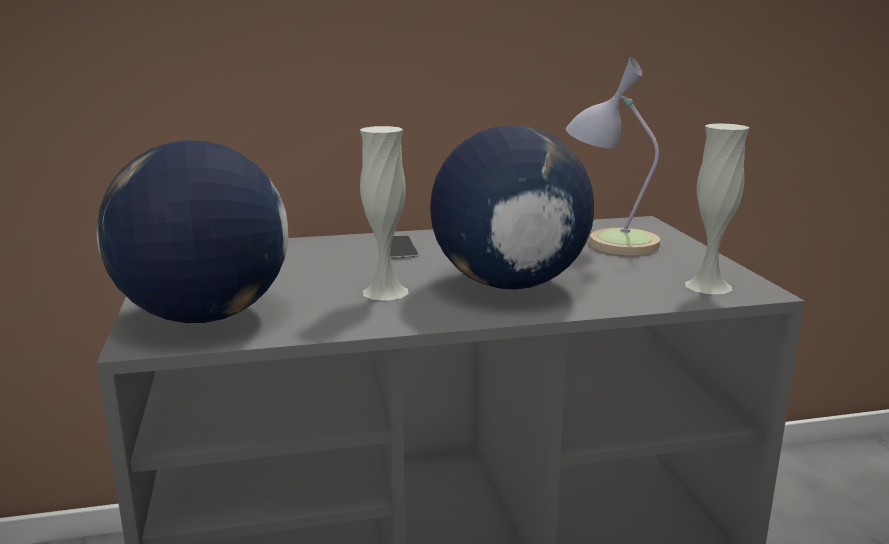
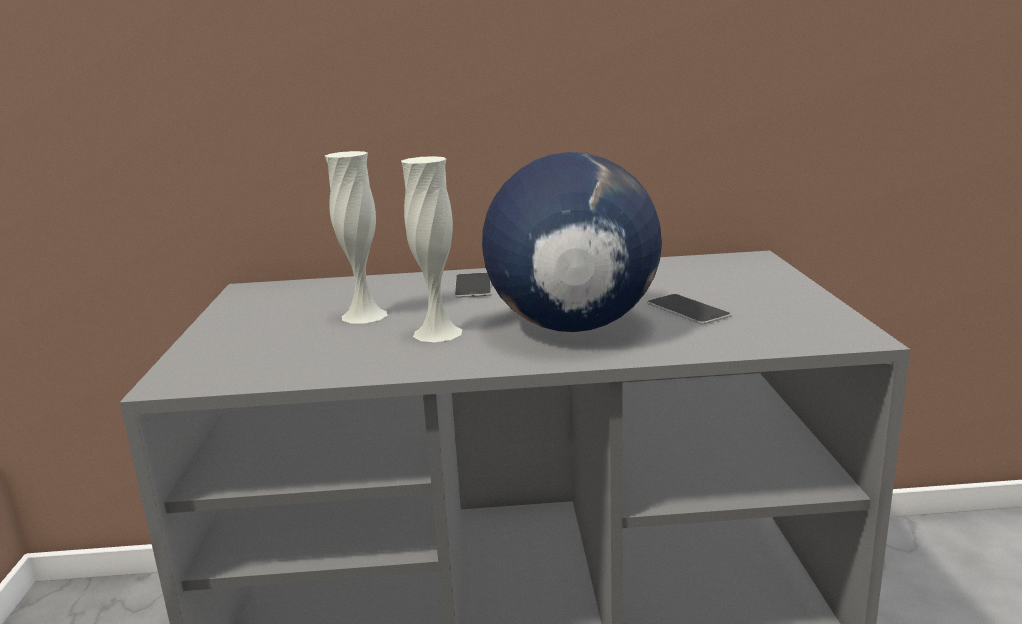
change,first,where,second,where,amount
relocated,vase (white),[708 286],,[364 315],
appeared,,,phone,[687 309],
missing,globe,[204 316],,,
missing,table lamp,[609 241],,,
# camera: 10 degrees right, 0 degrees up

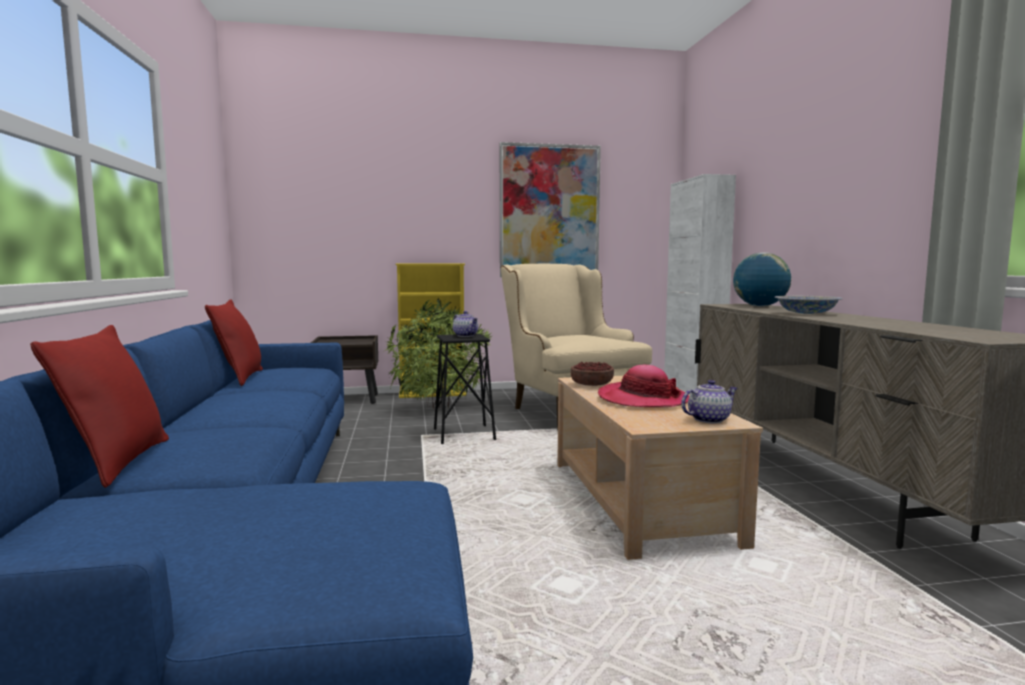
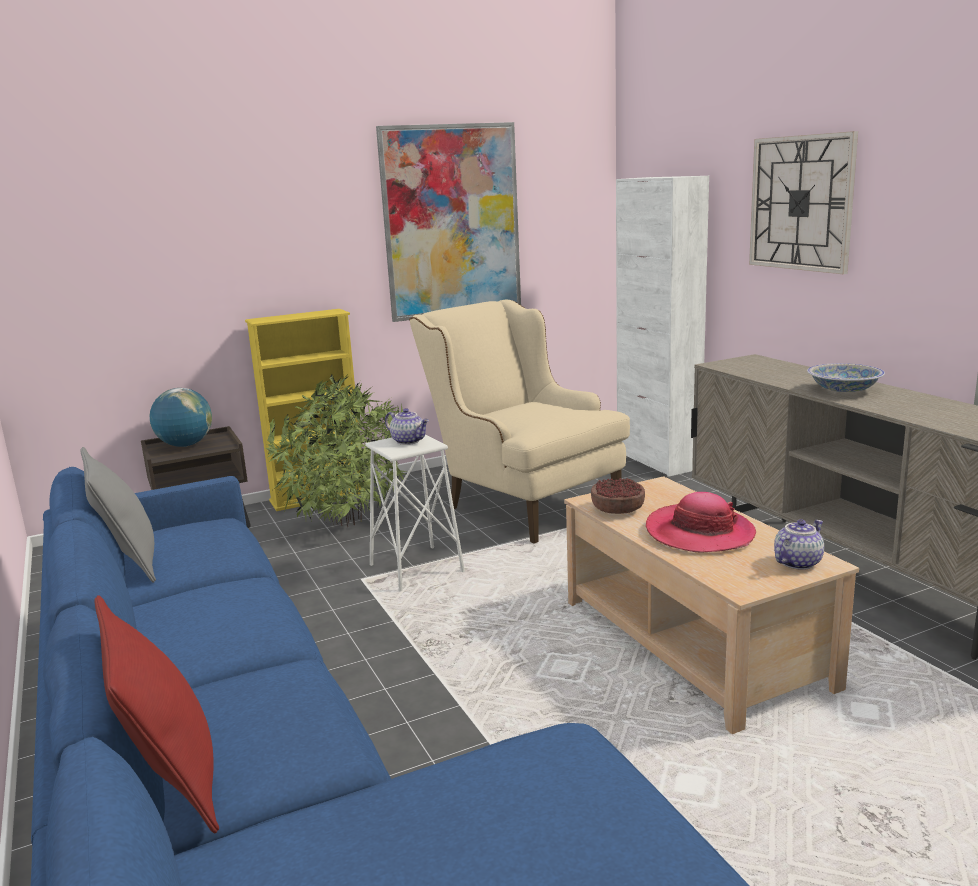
change,first,where,second,where,amount
colour,pillow (red),[240 378],pillow (grey),[129 563],
relocated,globe,[760 306],,[185 445],
colour,stool (black),[464 434],stool (white),[417 568],
appeared,,,wall clock,[801 203],
# camera: 15 degrees left, 10 degrees up

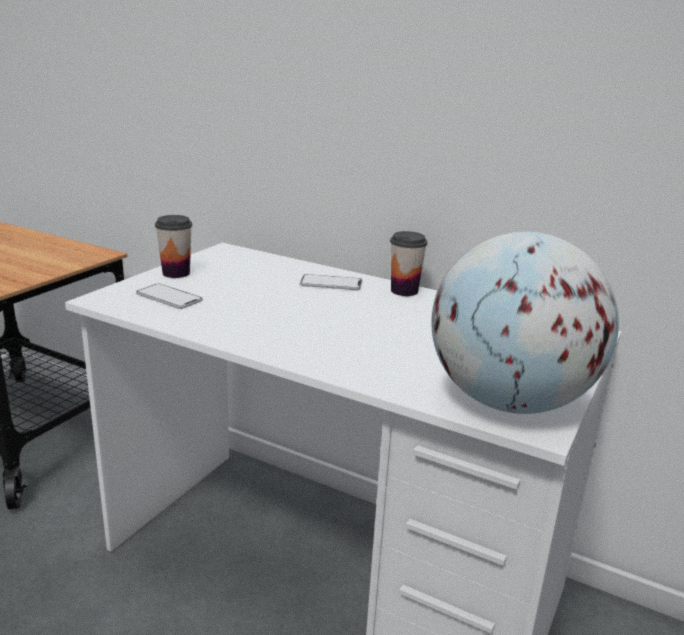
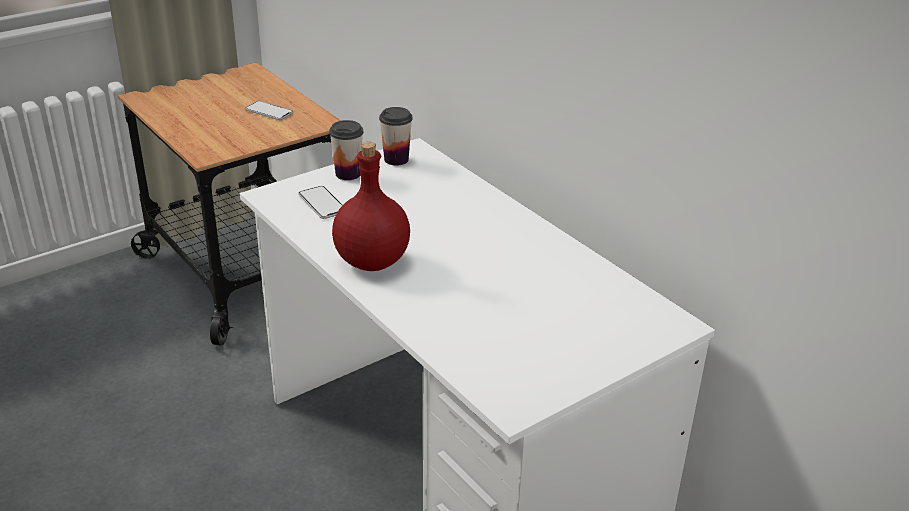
change,first,where,second,where,amount
relocated,phone,[331 284],,[269 111],
appeared,,,bottle (red),[370 262],
relocated,cup,[404 291],,[396 159],
missing,globe,[509 401],,,
# camera: 25 degrees right, 10 degrees up

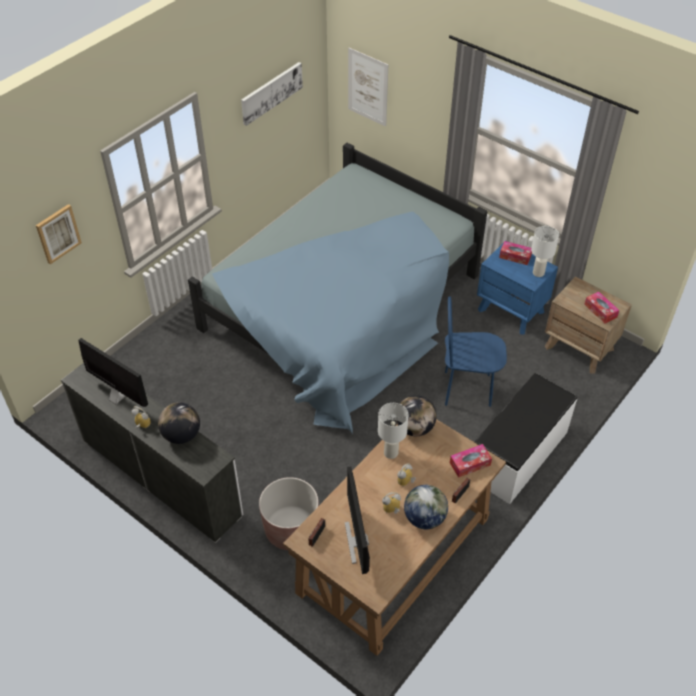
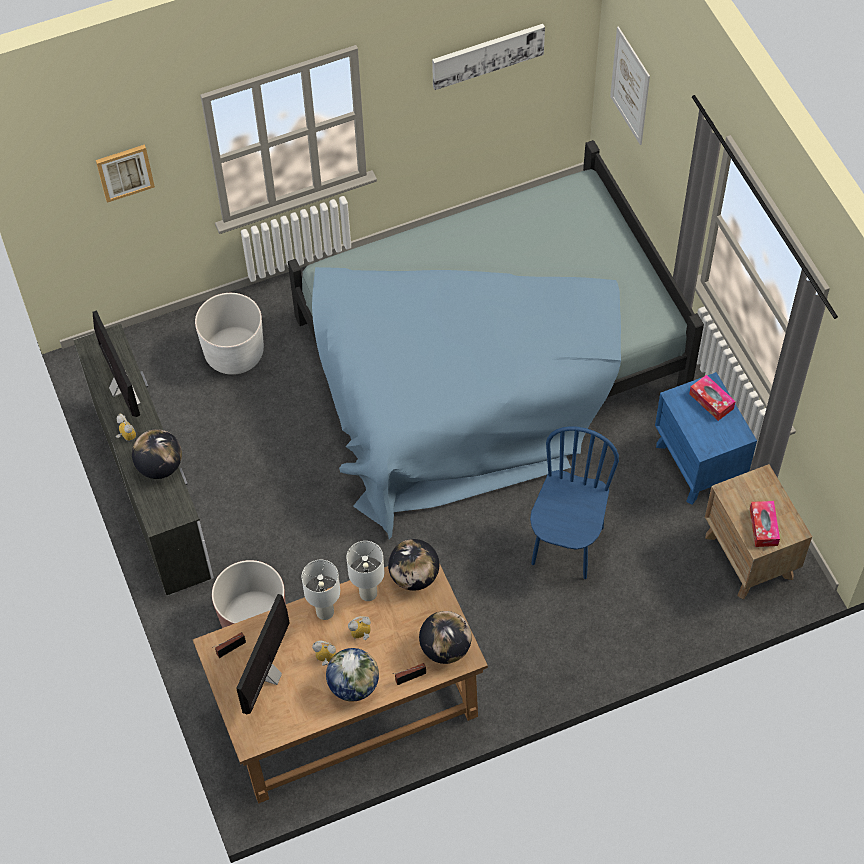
change,first,where,second,where,amount
appeared,,,planter (white),[234 353],
relocated,table lamp (white),[538 273],,[324 612],
exchanged,tissue box,[470 464],globe,[445 648],
spun,chair (blue),[467 389],,[566 545],75 degrees clockwise
missing,bench (white),[519 455],,,
# camera: 30 degrees right, 10 degrees up

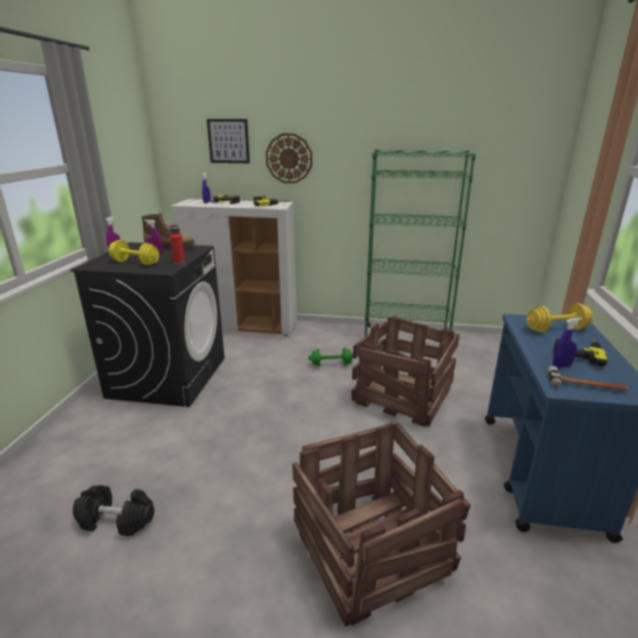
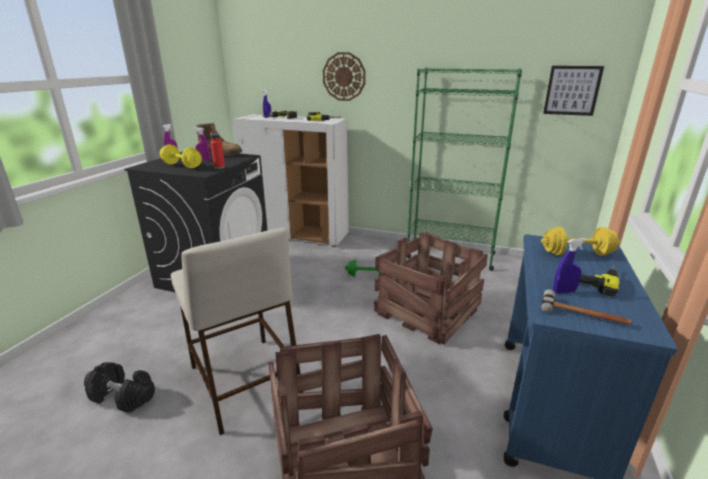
change,first,where,second,where,amount
appeared,,,stool (beige),[244 380],
relocated,picture,[228 141],,[572 90],
# camera: 10 degrees right, 0 degrees up

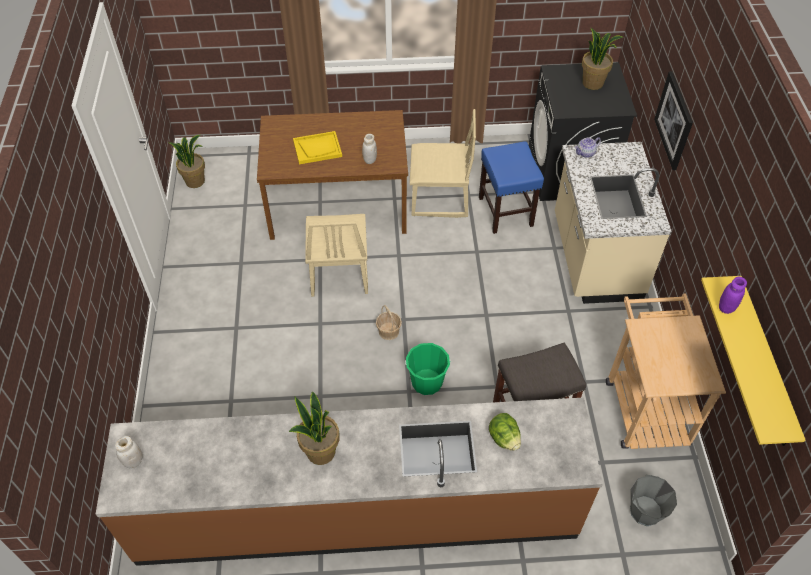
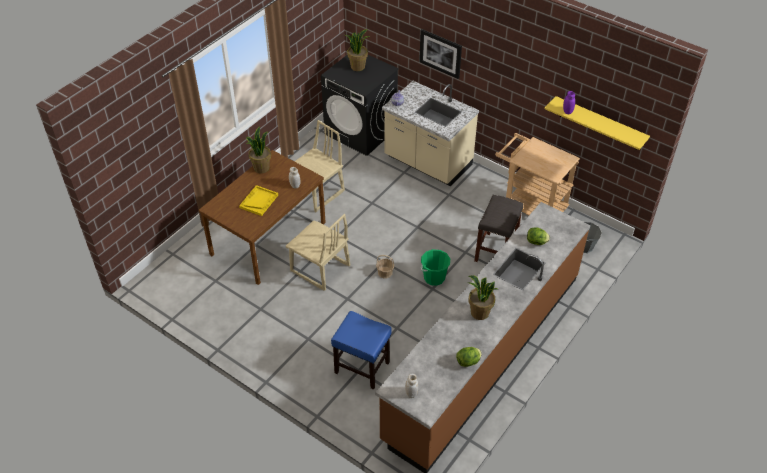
change,first,where,second,where,amount
relocated,potted plant,[195 181],,[261 168],
relocated,stool (blue),[506 212],,[363 367],
appeared,,,lettuce,[468 361],
# camera: 50 degrees left, 5 degrees down

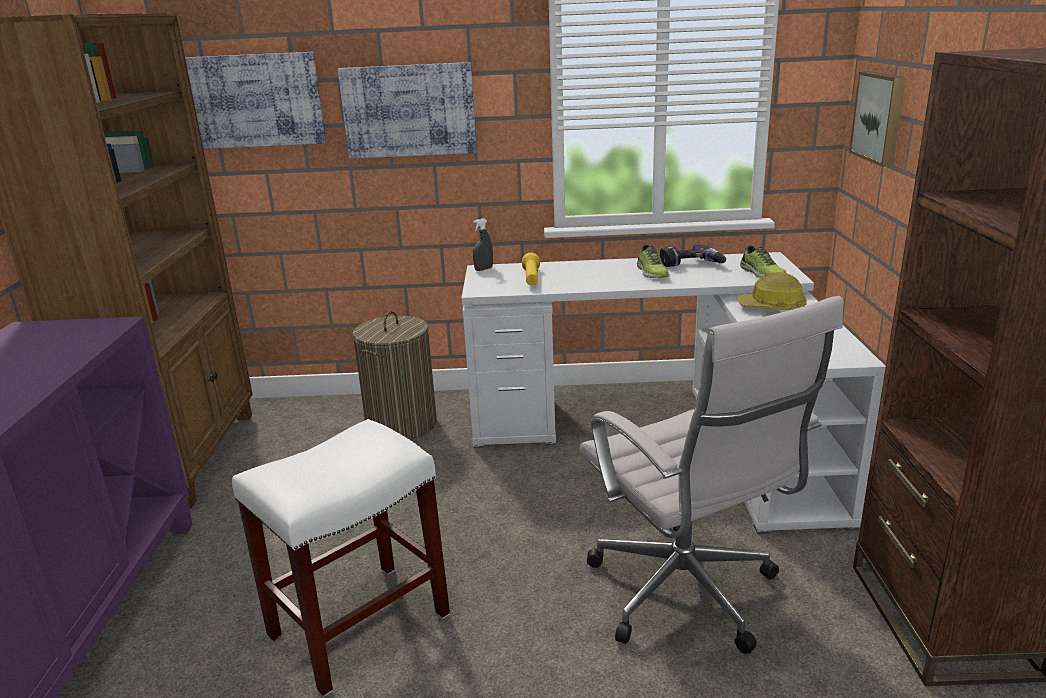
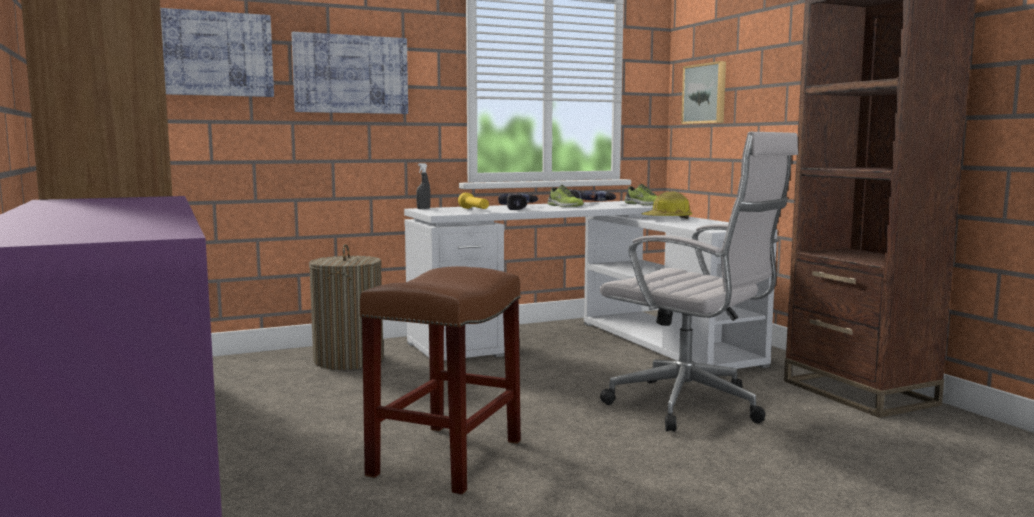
change,first,where,second,where,amount
colour,stool (white),[360 623],stool (brown),[446 457],
appeared,,,power drill,[520 208],
# camera: 25 degrees left, 15 degrees down

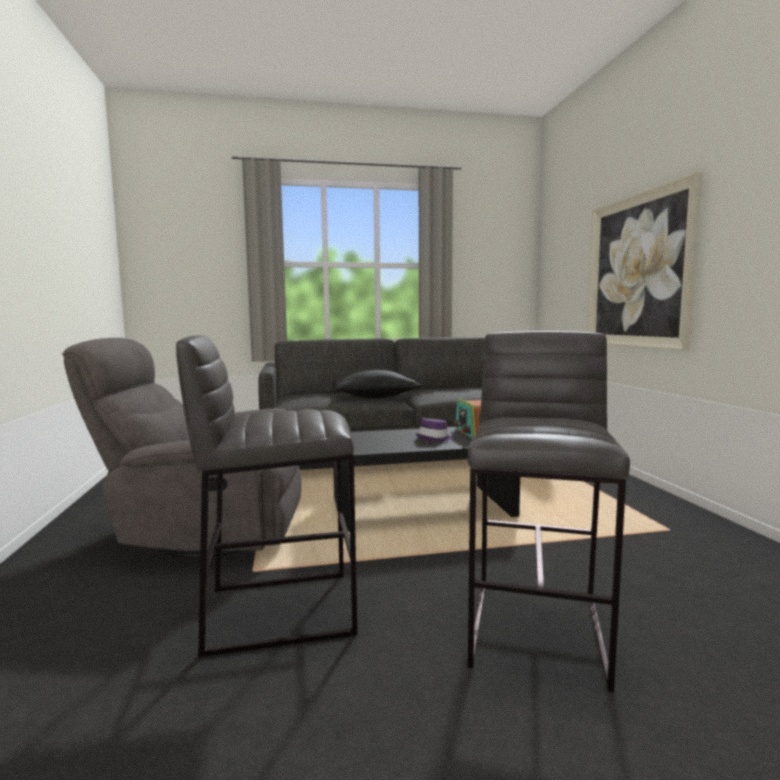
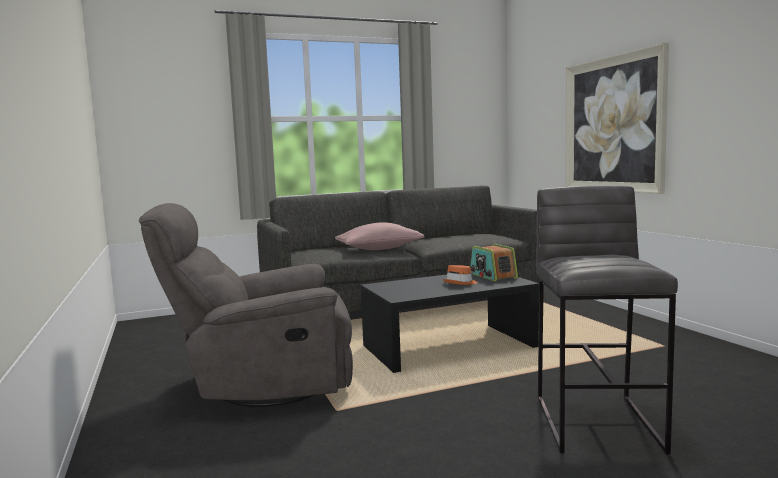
change,first,where,second,where,amount
colour,pillow (black),[375 397],pillow (pink),[379 249],
colour,hat (purple),[435 438],hat (orange),[461 283],
missing,stool (grey),[279 609],,,
# camera: 10 degrees left, 0 degrees up

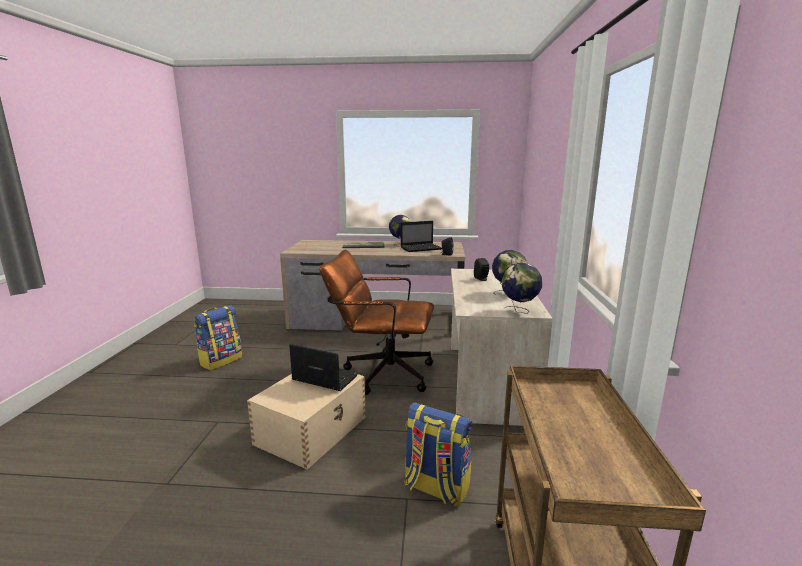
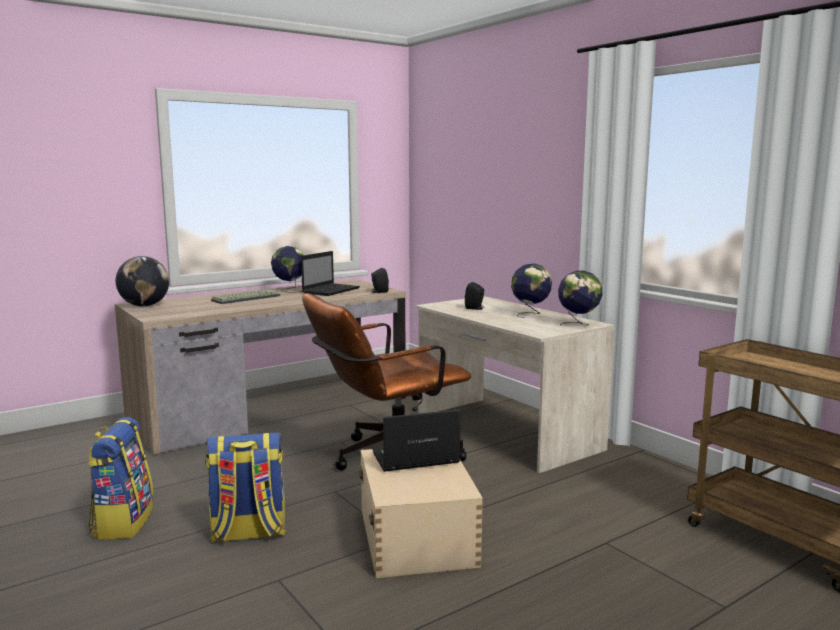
change,first,where,second,where,amount
appeared,,,globe,[144 306],
relocated,backpack,[435 488],,[248 533],
# camera: 40 degrees left, 5 degrees down

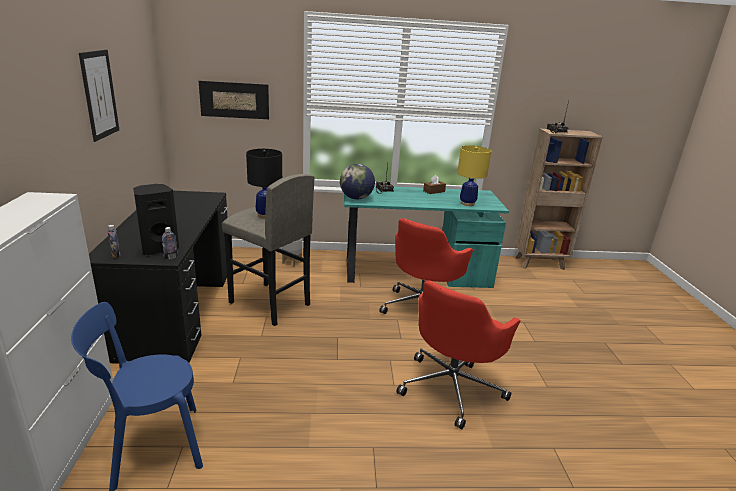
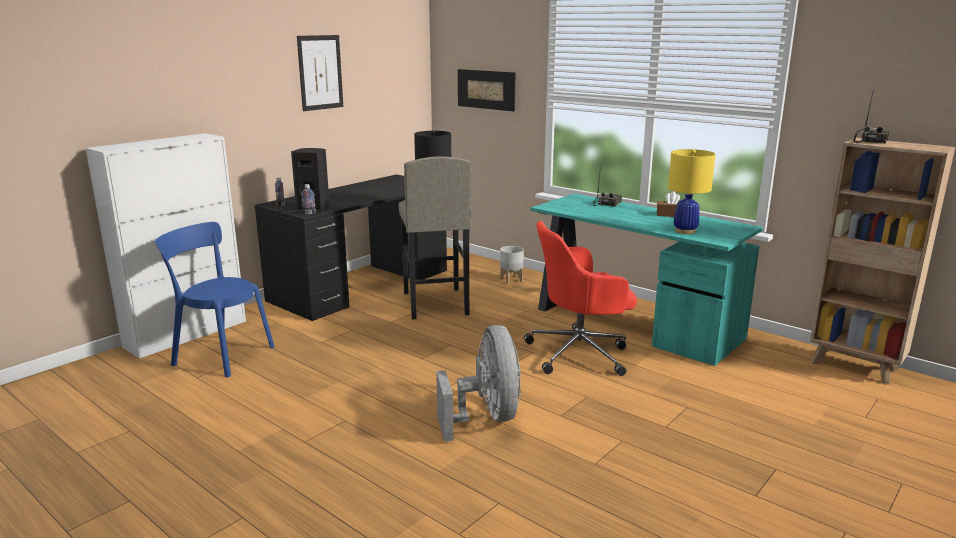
change,first,where,second,where,amount
exchanged,office chair (red),[452 387],fan (grey),[486 418],
missing,globe,[356 198],,,
# camera: 45 degrees right, 5 degrees down

